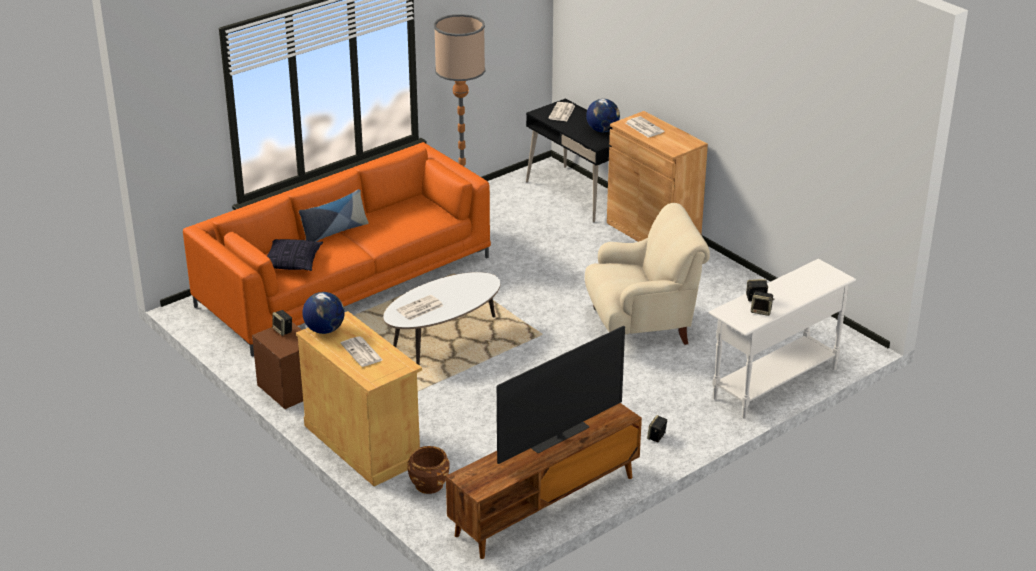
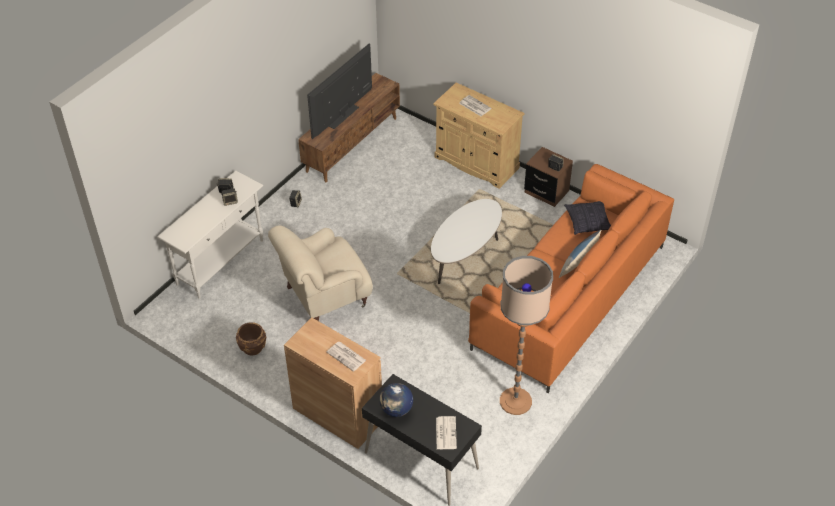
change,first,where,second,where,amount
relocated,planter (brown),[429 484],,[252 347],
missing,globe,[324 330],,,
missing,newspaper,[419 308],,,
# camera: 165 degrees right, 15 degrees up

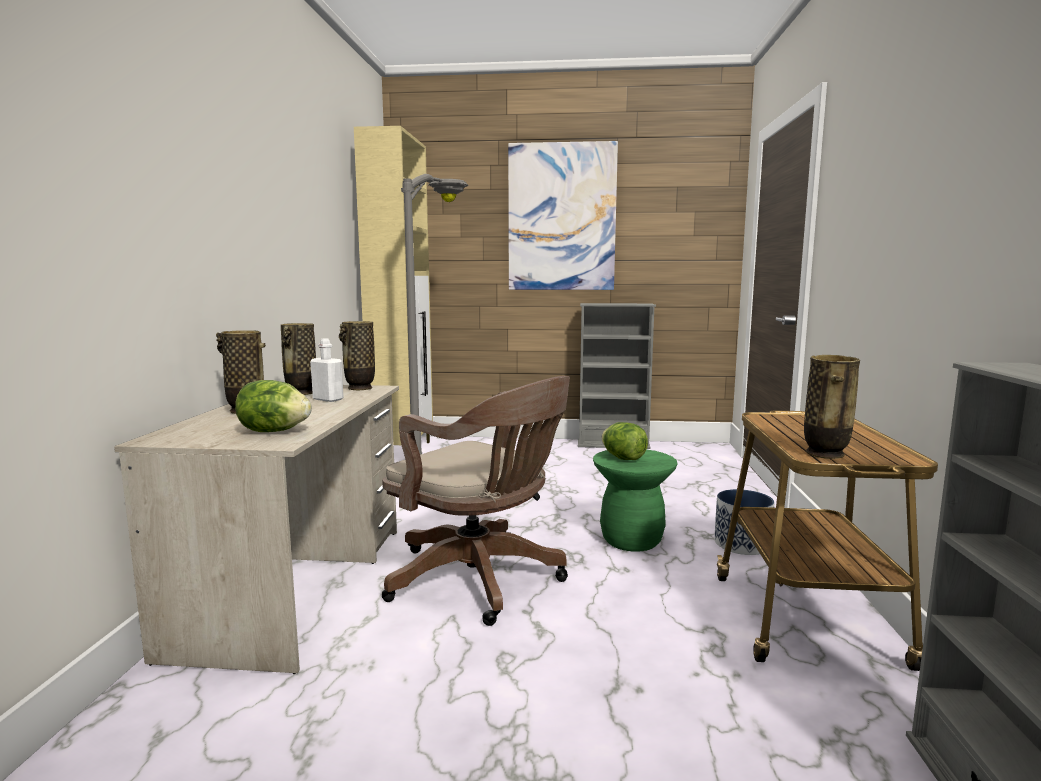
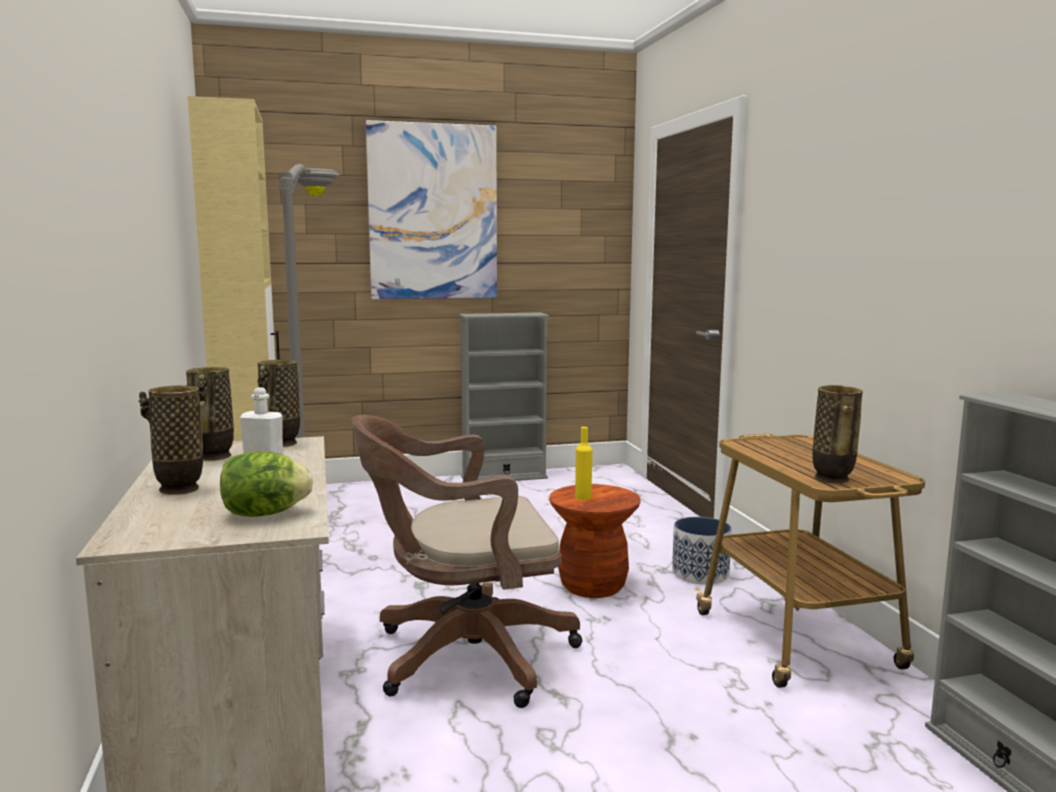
change,first,where,second,where,amount
spun,office chair (brown),[481 580],,[463 656],150 degrees clockwise
colour,stool (green),[631 540],stool (brown),[592 586],
exchanged,lettuce,[623 458],bottle (yellow),[583 497],
# camera: 20 degrees left, 0 degrees up

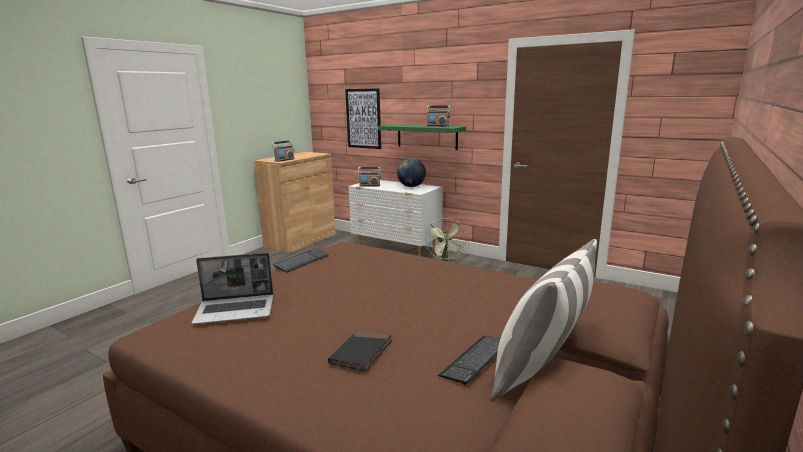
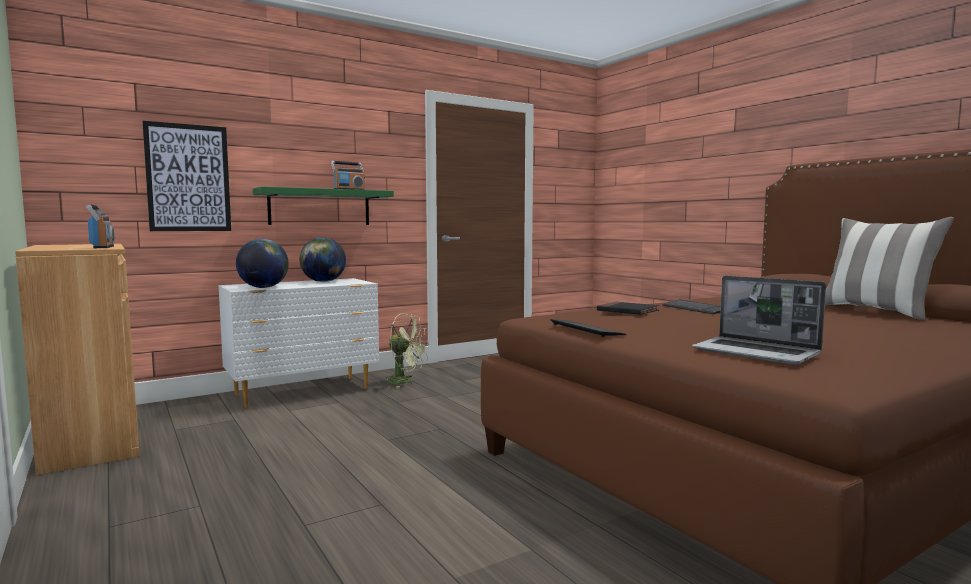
change,first,where,second,where,amount
exchanged,radio,[369 185],globe,[263 287],
relocated,book (black),[361 353],,[627 311],
relocated,keyboard,[475 360],,[695 308],
spun,laptop,[236 310],,[757 353],120 degrees clockwise
# camera: 65 degrees left, 10 degrees down

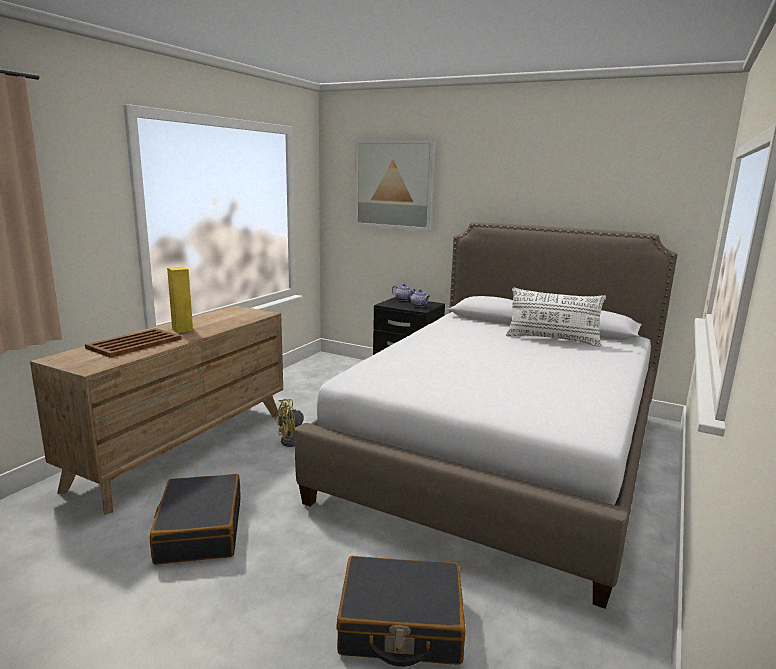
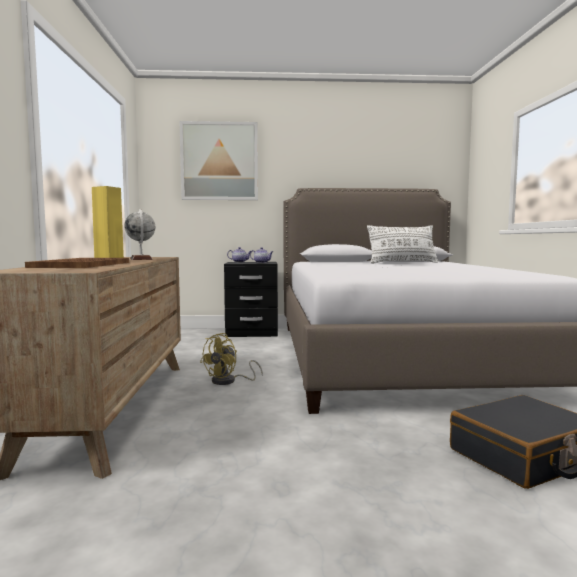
change,first,where,second,where,amount
appeared,,,globe,[141 259],
missing,suitcase (black),[199 531],,,
# camera: 30 degrees left, 10 degrees down

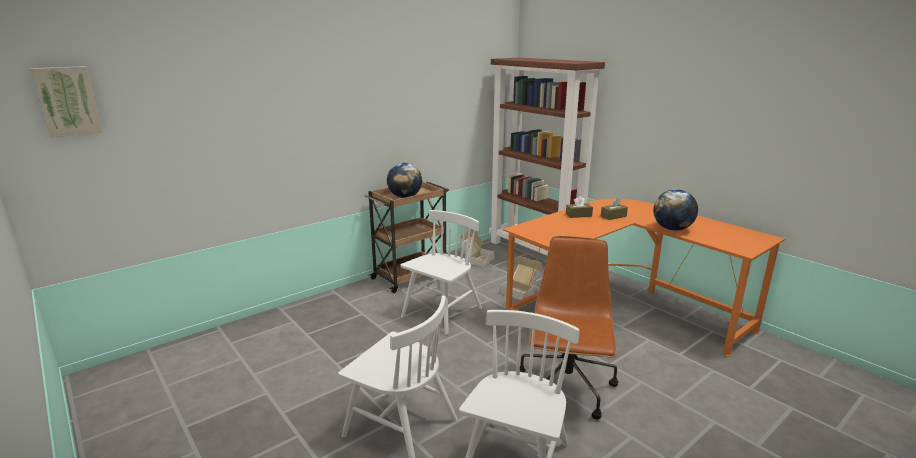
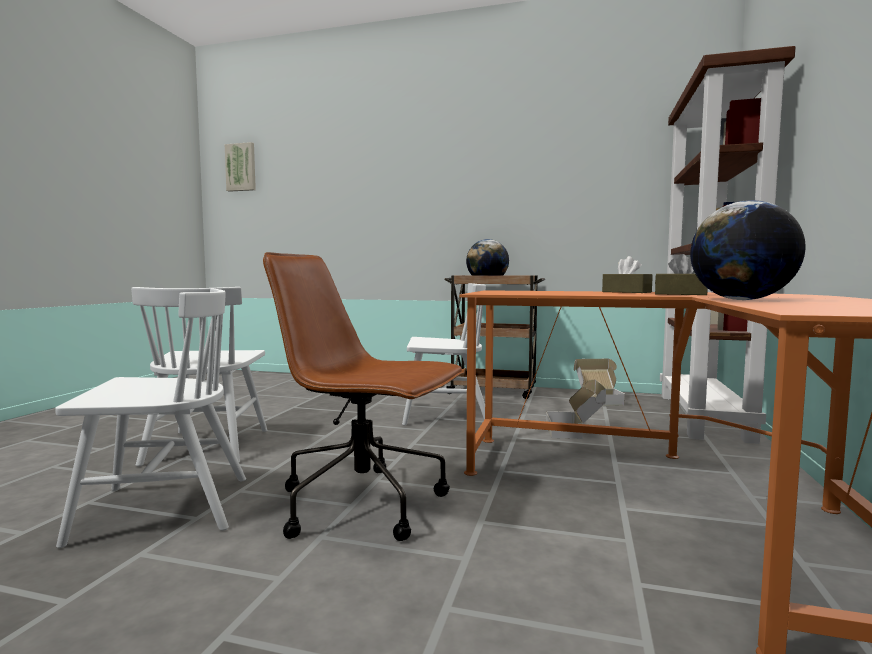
change,first,where,second,where,amount
spun,office chair (brown),[566 389],,[365 504],135 degrees counterclockwise
# camera: 55 degrees right, 15 degrees down

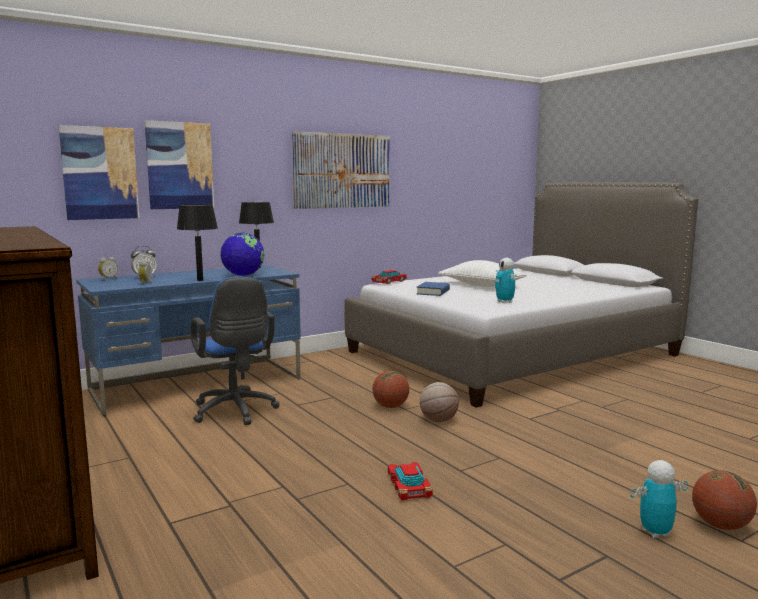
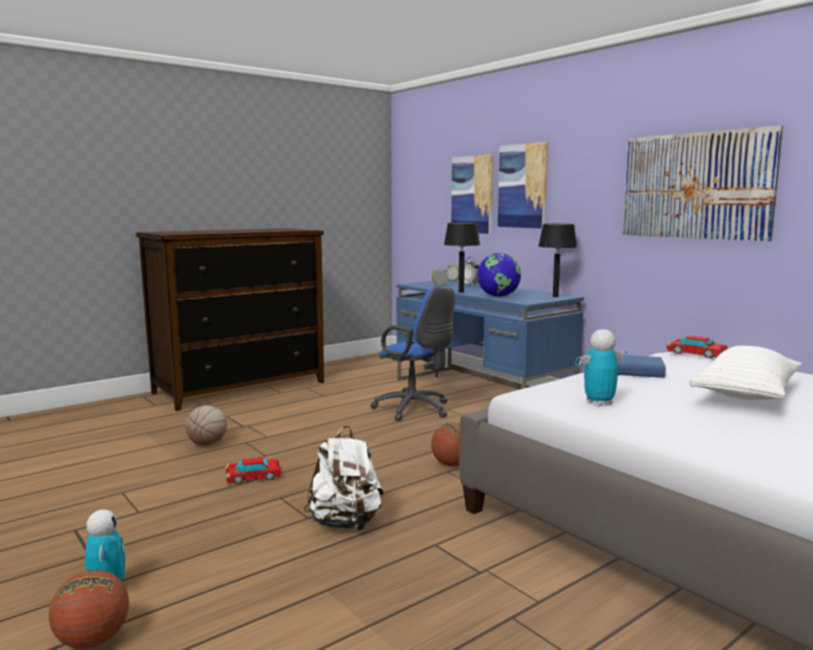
change,first,where,second,where,amount
relocated,basketball,[438 420],,[207 444],
appeared,,,backpack (white),[345 523],
spun,office chair (blue),[235 412],,[416 410],105 degrees counterclockwise
# camera: 85 degrees right, 0 degrees up

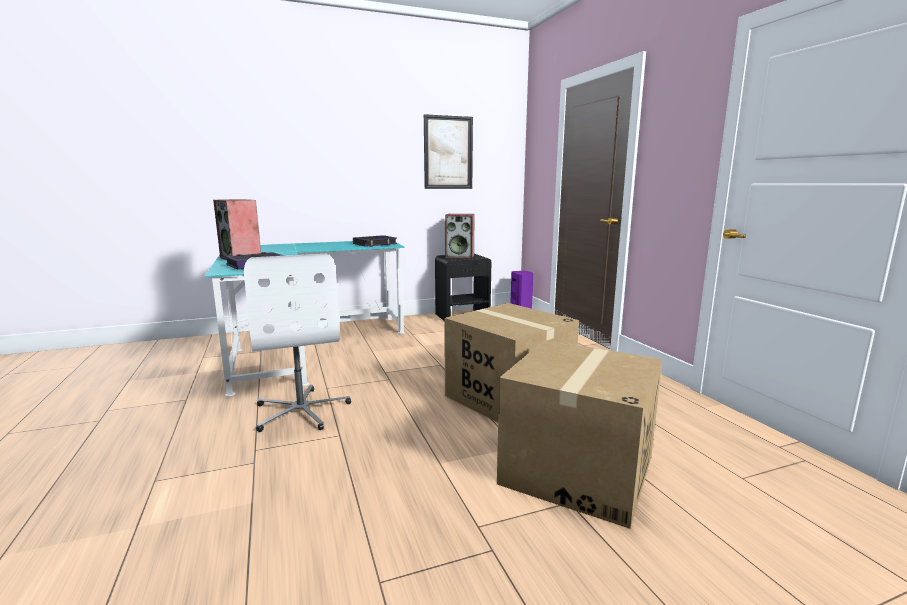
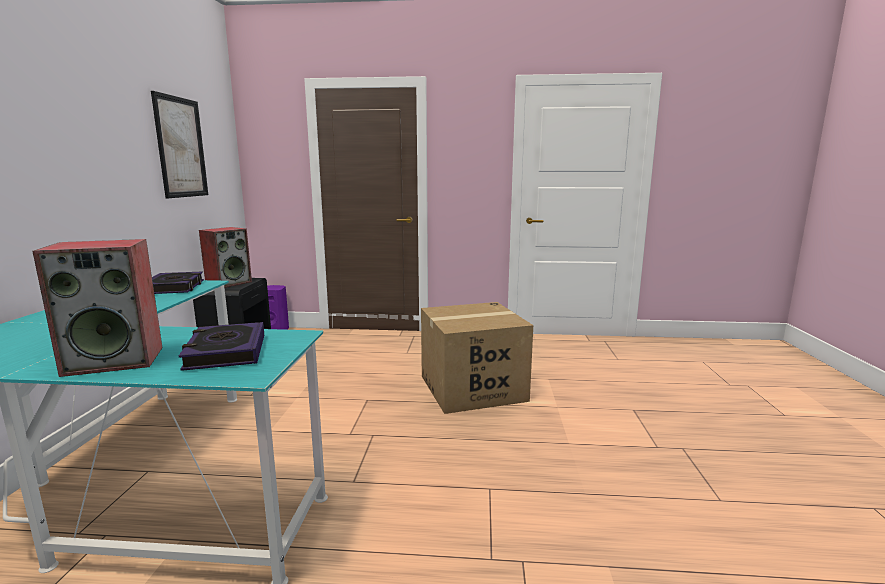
change,first,where,second,where,amount
missing,office chair (white),[302 411],,,
missing,cardboard box,[577 470],,,
# camera: 65 degrees left, 0 degrees up

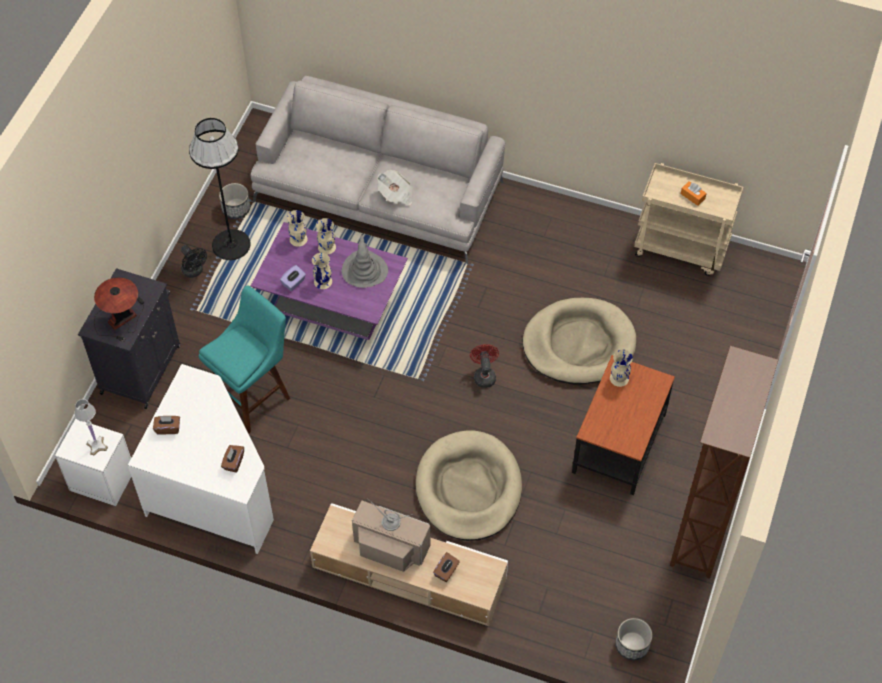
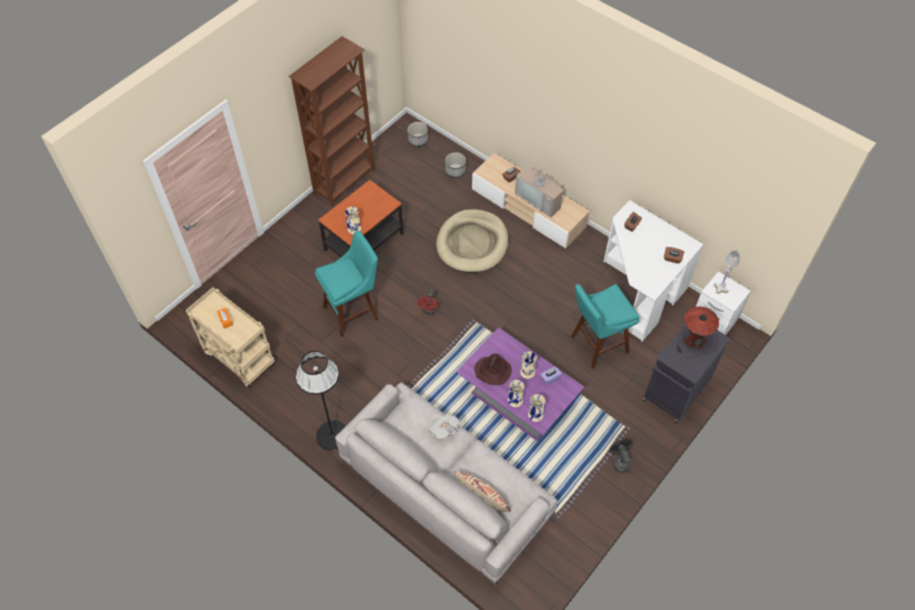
change,first,where,second,where,amount
relocated,floor lamp (black),[231 244],,[332 435],
exchanged,dog bed (beige),[578 344],stool (turquoise),[354 311],
relocated,planter,[236 209],,[455 171],
appeared,,,pillow (beige),[482 497],
colour,hat (grey),[364 270],hat (brown),[492 371],
# camera: 160 degrees left, 0 degrees up

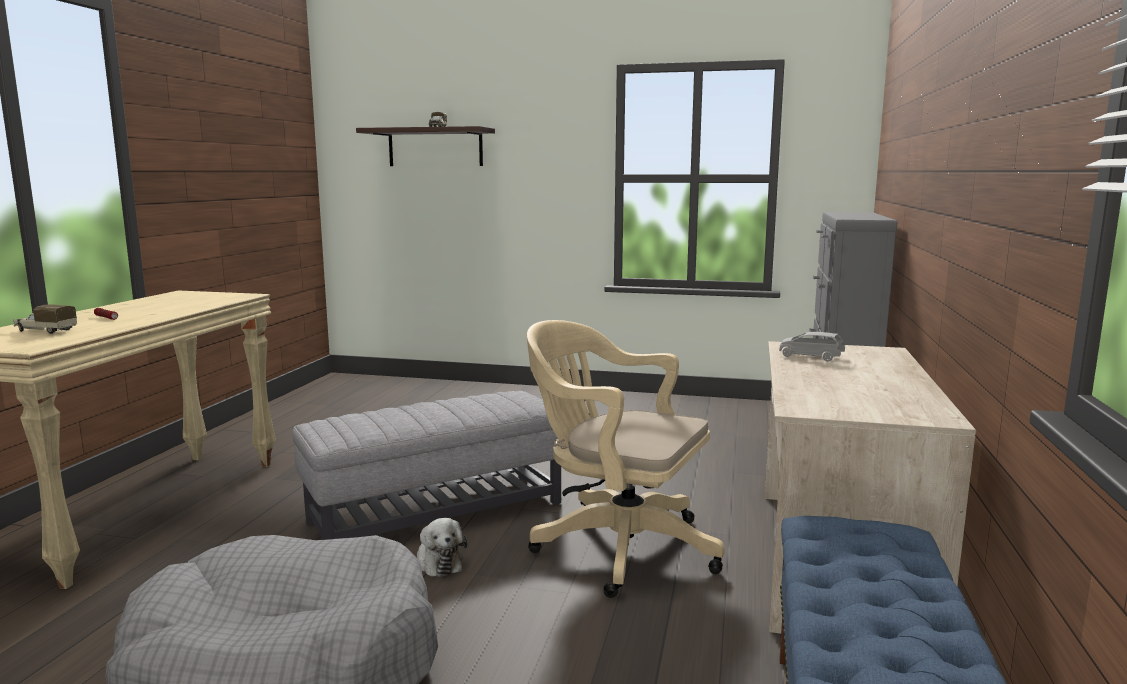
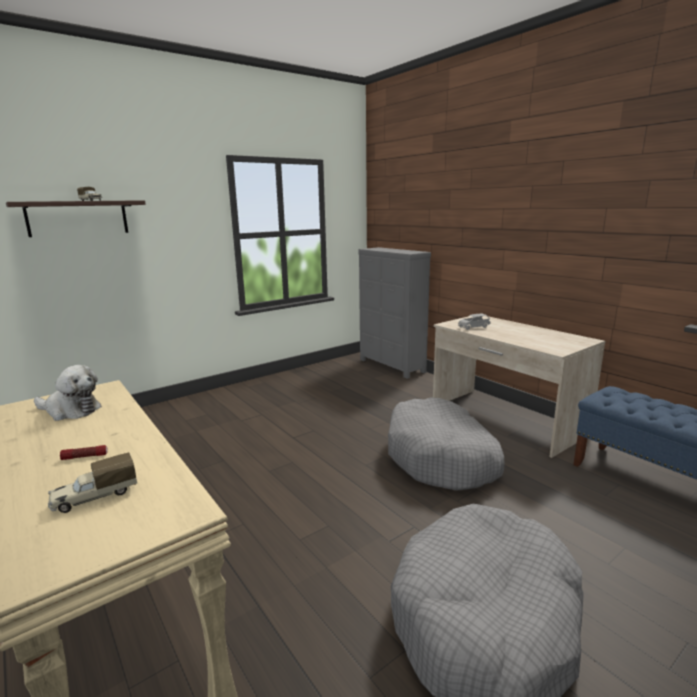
change,first,where,second,where,amount
relocated,plush toy,[438 562],,[70 410],
exchanged,office chair (beige),[616 546],dog bed (grey),[441 457],
missing,ottoman (grey),[437 512],,,
# camera: 50 degrees left, 5 degrees up

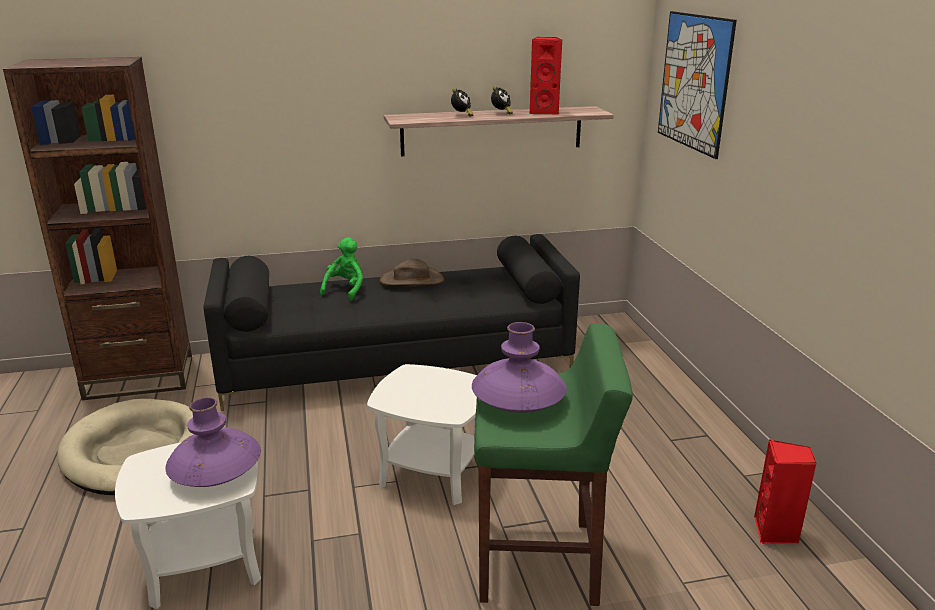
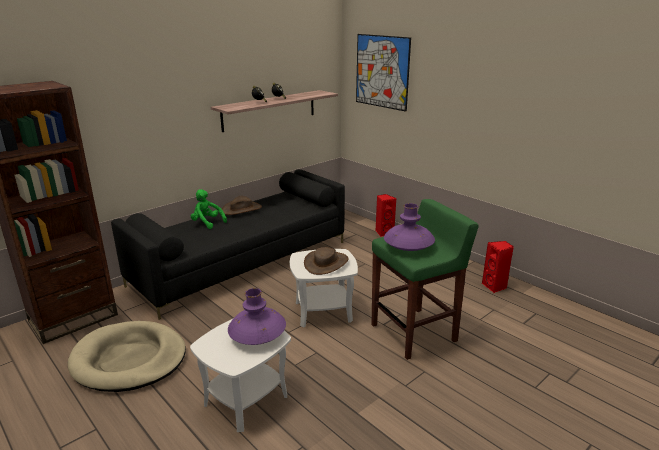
change,first,where,second,where,amount
spun,plush toy (green),[346 289],,[207 223],45 degrees counterclockwise
appeared,,,hat (brown),[326 263],
relocated,speaker (red),[544 112],,[383 232],
# camera: 30 degrees left, 0 degrees up

